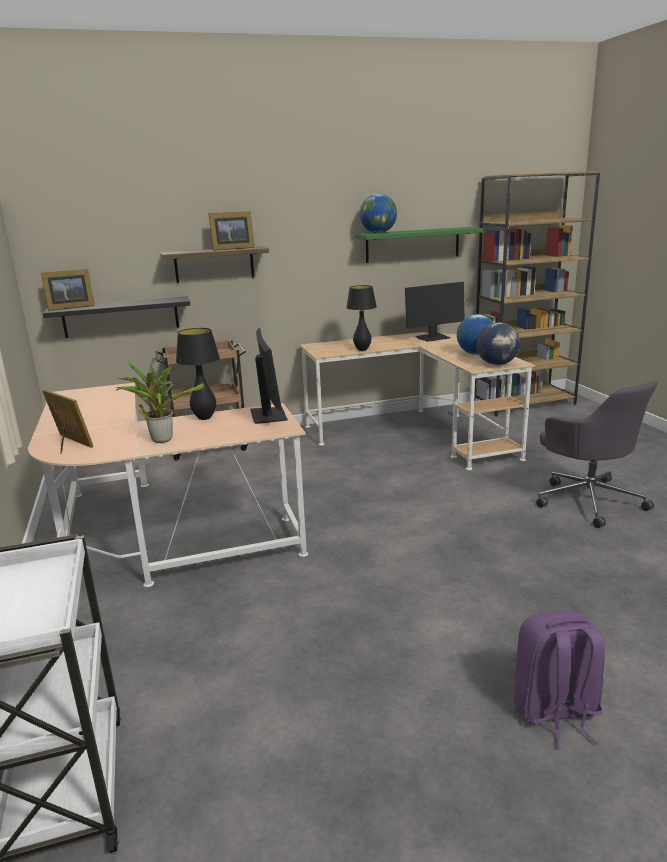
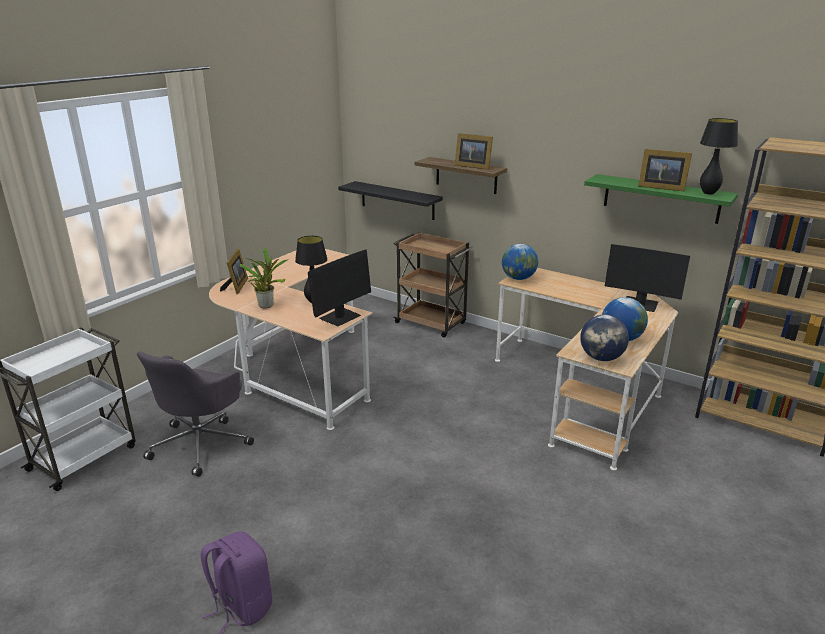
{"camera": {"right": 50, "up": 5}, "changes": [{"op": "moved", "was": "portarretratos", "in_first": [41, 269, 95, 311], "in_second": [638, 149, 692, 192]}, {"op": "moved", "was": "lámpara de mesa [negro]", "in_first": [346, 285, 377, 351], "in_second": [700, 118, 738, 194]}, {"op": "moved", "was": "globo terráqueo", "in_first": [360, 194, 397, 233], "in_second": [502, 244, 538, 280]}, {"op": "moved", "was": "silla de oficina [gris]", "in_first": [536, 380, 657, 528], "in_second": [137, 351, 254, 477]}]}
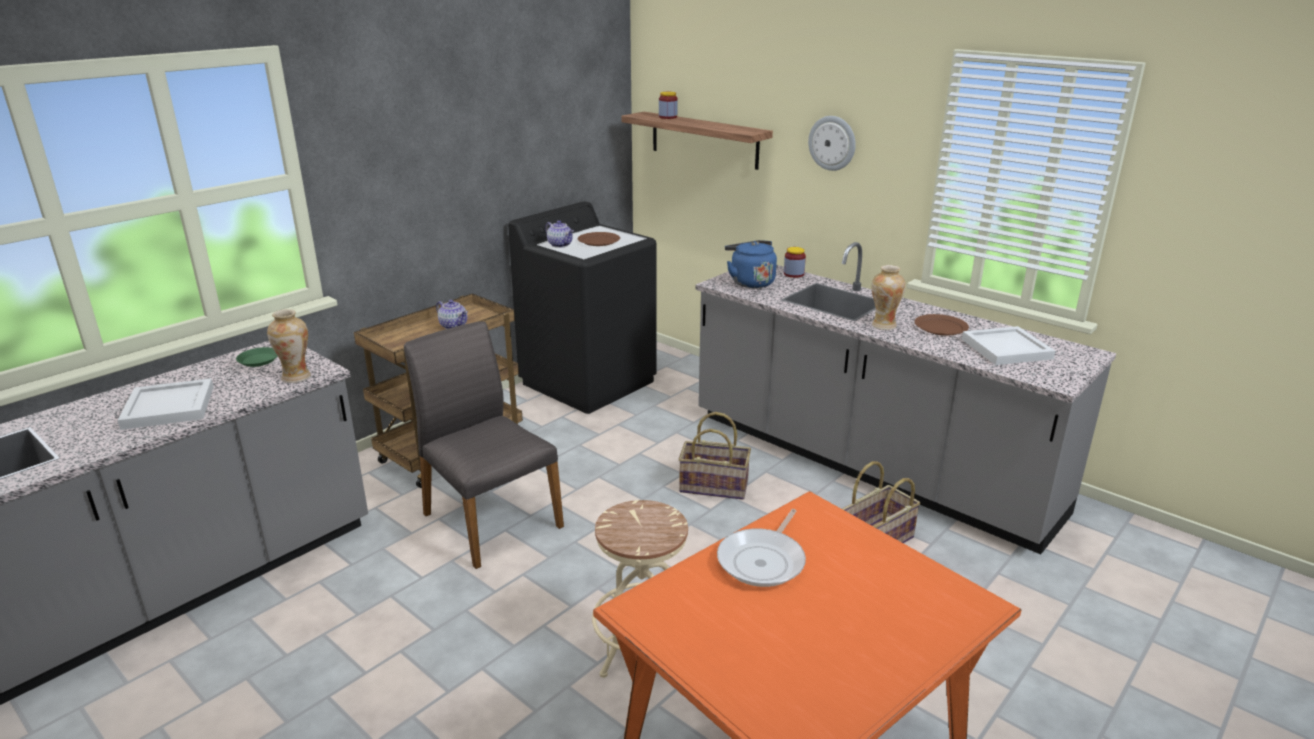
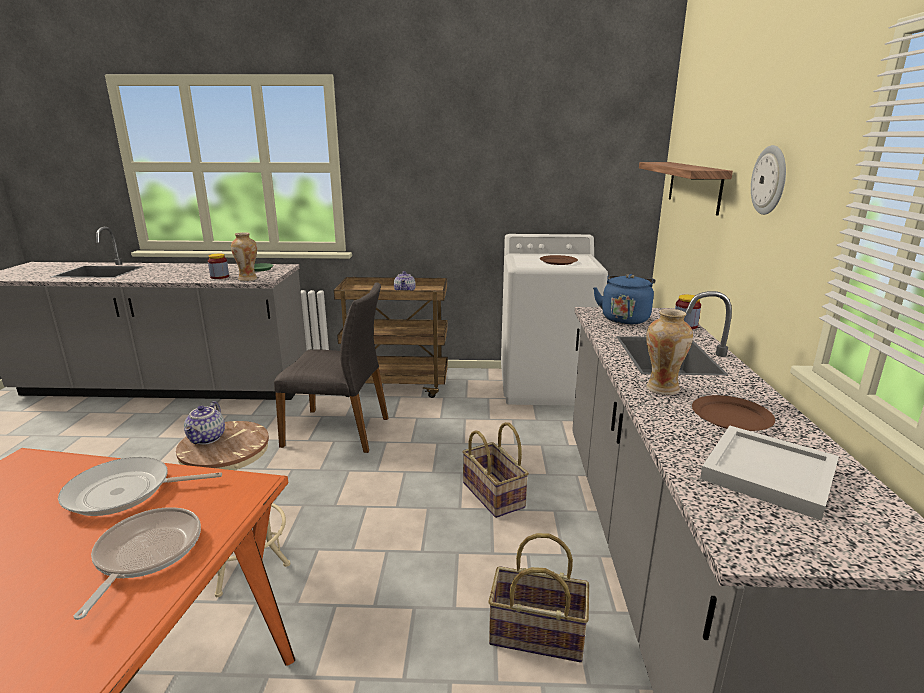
{"camera": {"right": 50, "up": -5}, "changes": [{"op": "removed", "was": "bandeja [blanco]", "in_first": [117, 378, 214, 430]}, {"op": "turned", "was": "silla [gris]", "in_first": [404, 321, 564, 569], "in_second": [274, 282, 388, 453], "clockwise": 90}, {"op": "recoloured", "was": "lavadora [negro]", "now": "lavadora [blanco]", "in_first": [508, 201, 656, 414], "in_second": [501, 234, 608, 406]}, {"op": "moved", "was": "tetera", "in_first": [545, 220, 574, 248], "in_second": [184, 401, 225, 445]}, {"op": "moved", "was": "tarro", "in_first": [659, 92, 678, 119], "in_second": [208, 254, 229, 279]}, {"op": "added", "now": "sartén", "in_second": [73, 507, 201, 620]}]}
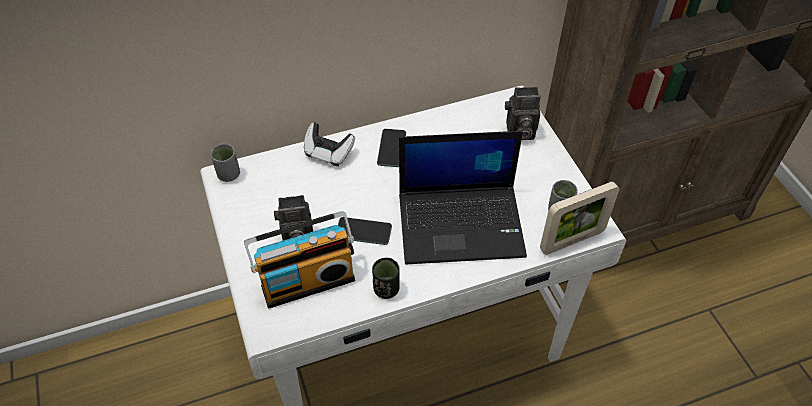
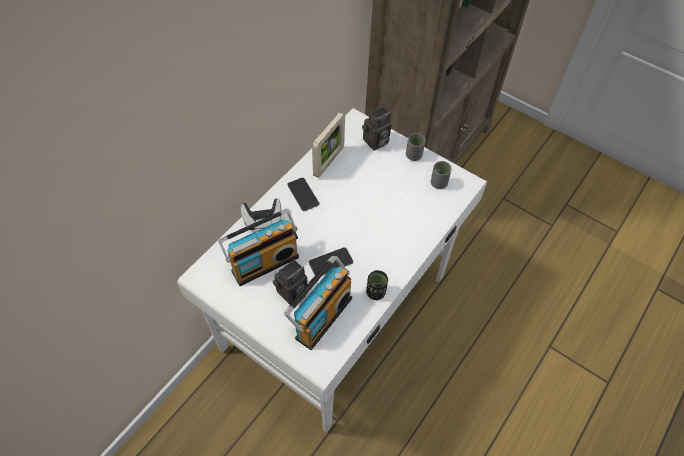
{"camera": {"right": -35, "up": 5}, "changes": [{"op": "moved", "was": "taza [gris]", "in_first": [211, 144, 240, 182], "in_second": [406, 133, 426, 161]}, {"op": "removed", "was": "portátil", "in_first": [399, 131, 527, 265]}, {"op": "moved", "was": "portarretratos", "in_first": [540, 182, 619, 255], "in_second": [312, 112, 345, 178]}, {"op": "added", "now": "radio", "in_second": [218, 209, 299, 286]}]}
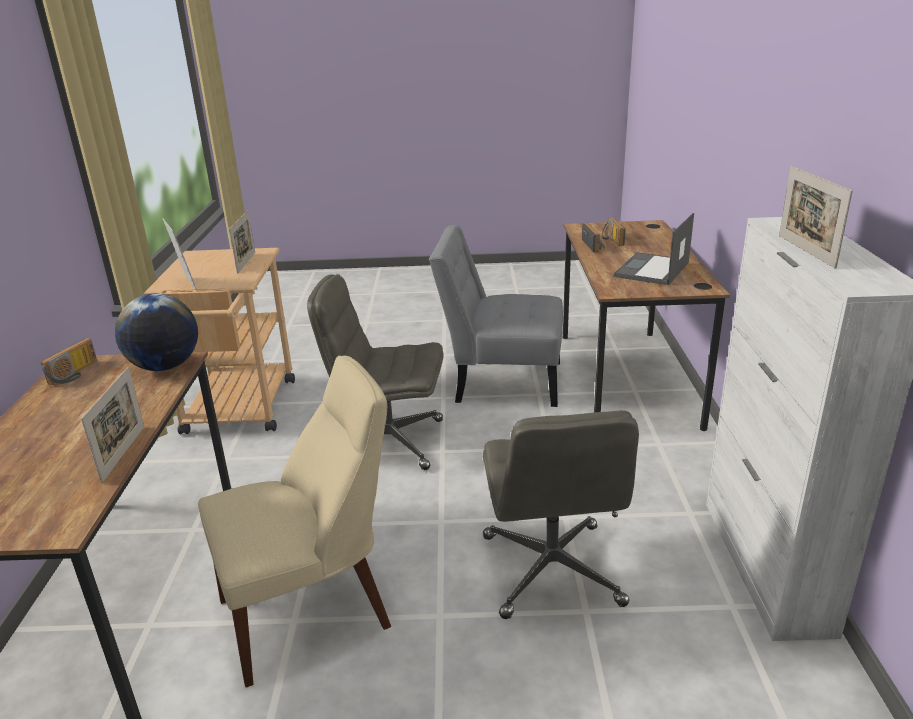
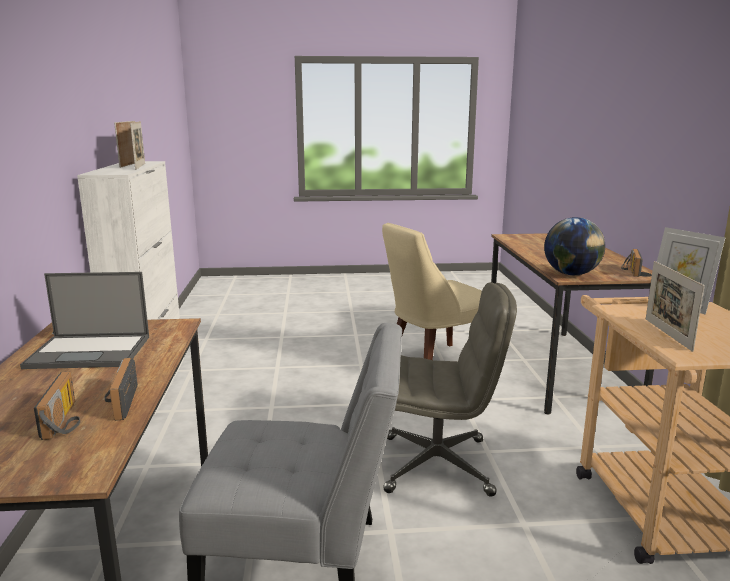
{"camera": {"right": 175, "up": -10}, "changes": [{"op": "moved", "was": "portarretratos", "in_first": [81, 367, 144, 483], "in_second": [114, 121, 135, 168]}, {"op": "removed", "was": "silla de oficina [gris]", "in_first": [483, 410, 639, 619]}, {"op": "turned", "was": "portátil", "in_first": [614, 213, 694, 285], "in_second": [20, 272, 149, 369], "clockwise": 60}]}
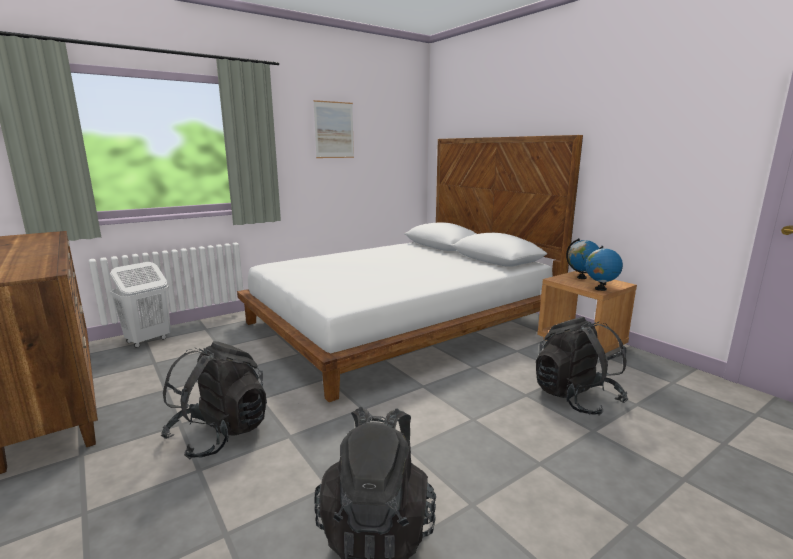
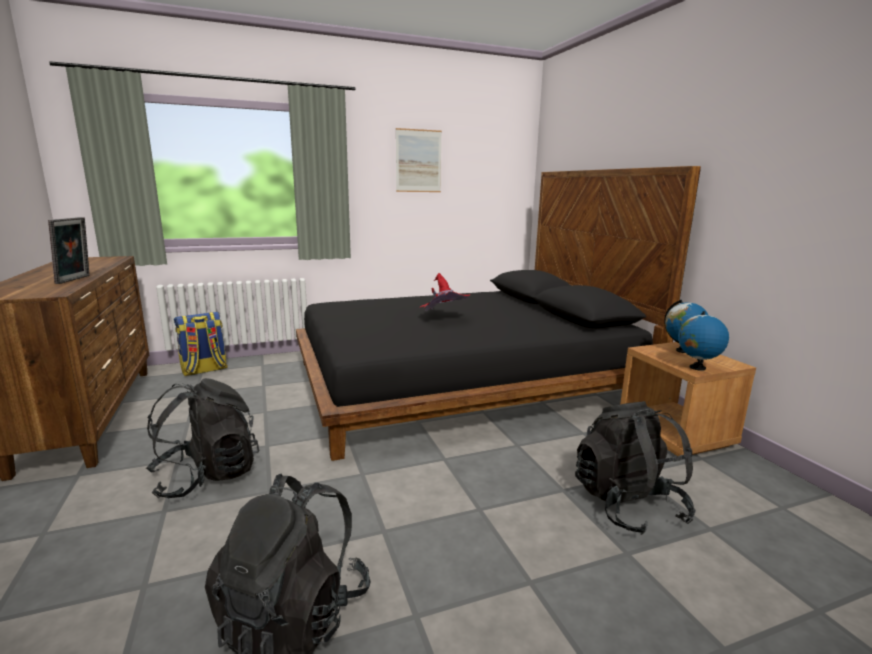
{"camera": {"right": 15, "up": 0}, "changes": [{"op": "replaced", "was": "cesto de la ropa [blanco]", "now": "mochila", "in_first": [110, 262, 171, 348], "in_second": [174, 312, 228, 376]}, {"op": "recoloured", "was": "cama [blanco]", "now": "cama [negro]", "in_first": [237, 135, 583, 402], "in_second": [296, 166, 701, 461]}, {"op": "added", "now": "portarretratos", "in_second": [48, 217, 90, 284]}, {"op": "added", "now": "sombrero [rojo]", "in_second": [420, 273, 470, 311]}]}
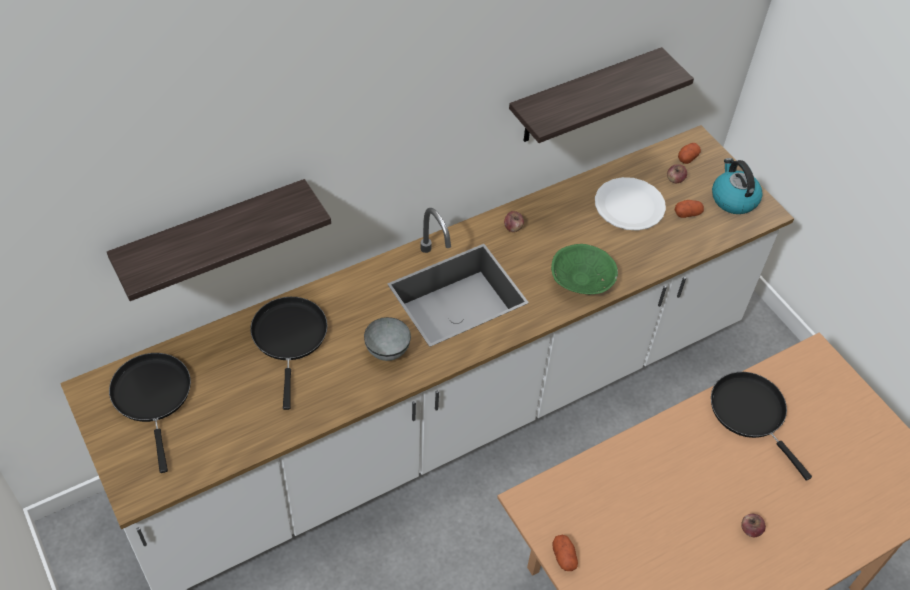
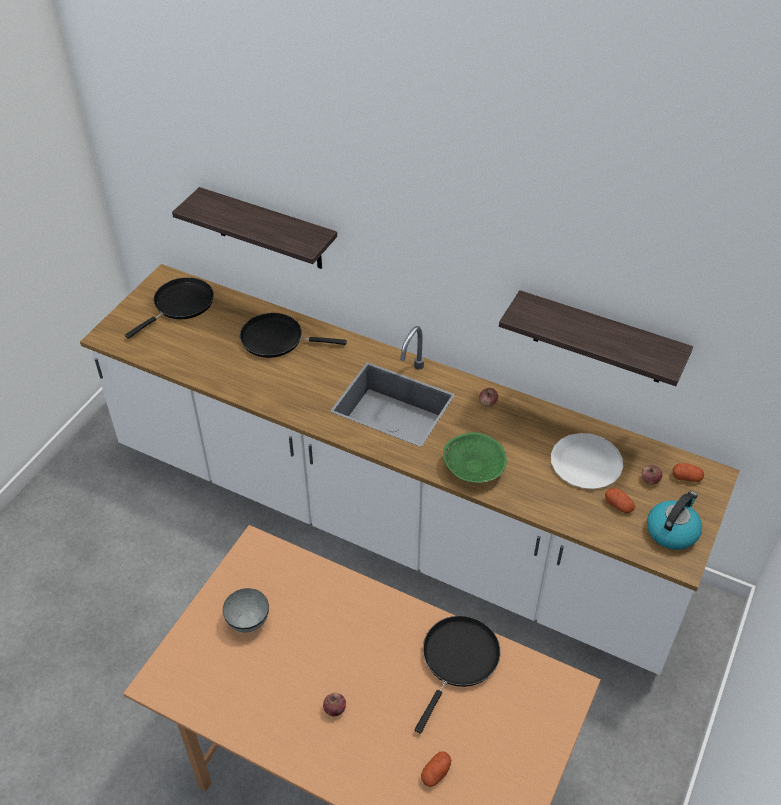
{"camera": {"right": 60, "up": -5}, "changes": [{"op": "turned", "was": "sartén [negro]", "in_first": [250, 297, 328, 410], "in_second": [240, 313, 347, 358], "clockwise": -135}, {"op": "moved", "was": "cuenco [gris]", "in_first": [364, 317, 411, 361], "in_second": [223, 588, 269, 633]}, {"op": "moved", "was": "patata", "in_first": [552, 535, 578, 571], "in_second": [421, 751, 451, 787]}]}
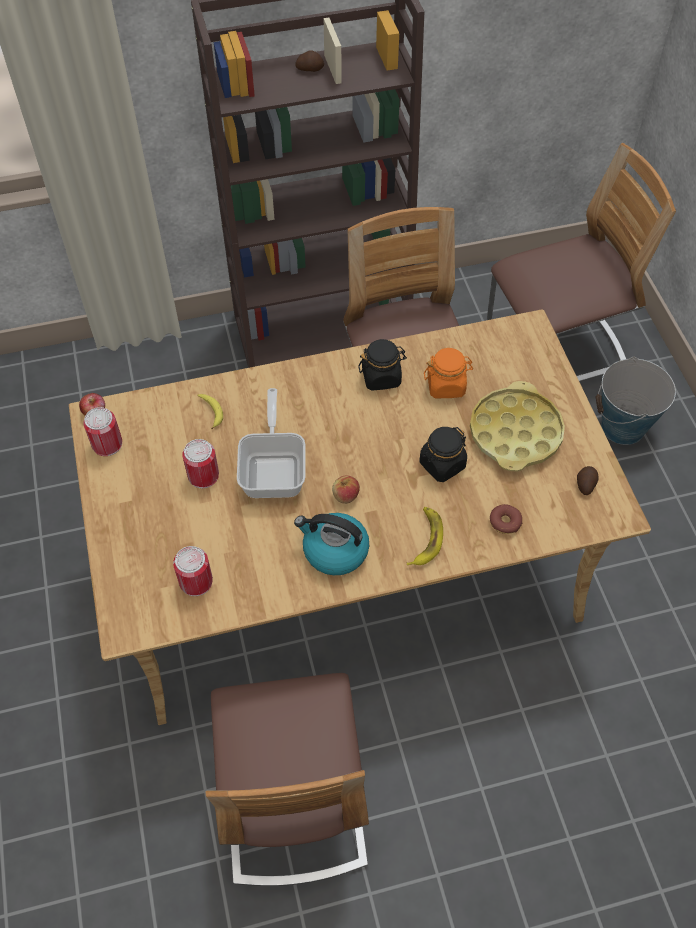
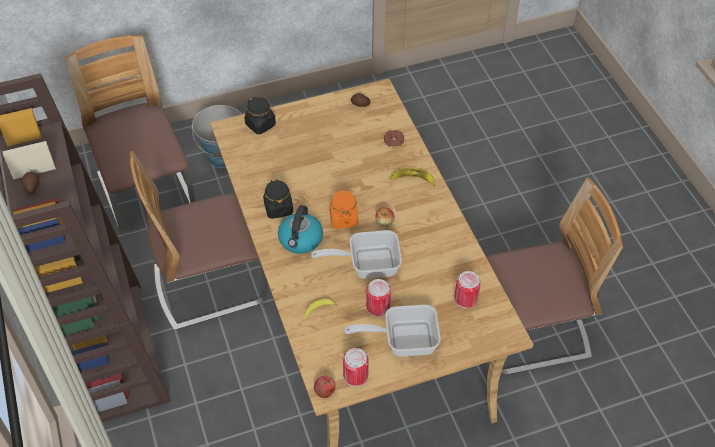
{"camera": {"right": -95, "up": -5}, "changes": [{"op": "moved", "was": "hervidor", "in_first": [294, 513, 369, 575], "in_second": [278, 205, 323, 254]}, {"op": "moved", "was": "tarro [negro]", "in_first": [419, 427, 467, 482], "in_second": [245, 97, 276, 134]}, {"op": "moved", "was": "tarro [naranja]", "in_first": [424, 348, 473, 398], "in_second": [329, 189, 358, 229]}, {"op": "removed", "was": "bandeja [amarillo]", "in_first": [470, 381, 565, 471]}, {"op": "added", "now": "sartén", "in_second": [344, 305, 441, 357]}]}
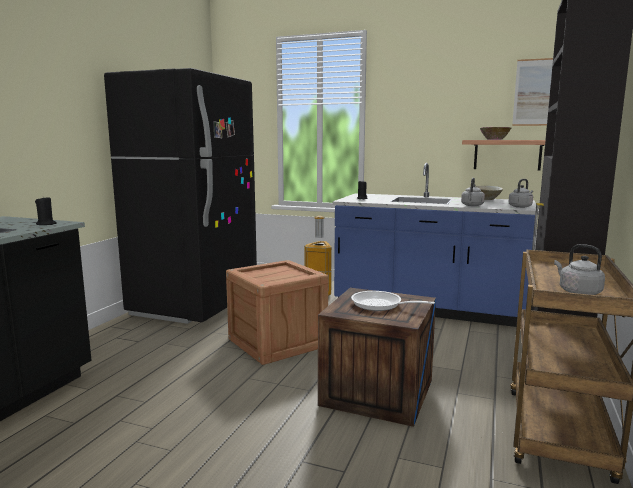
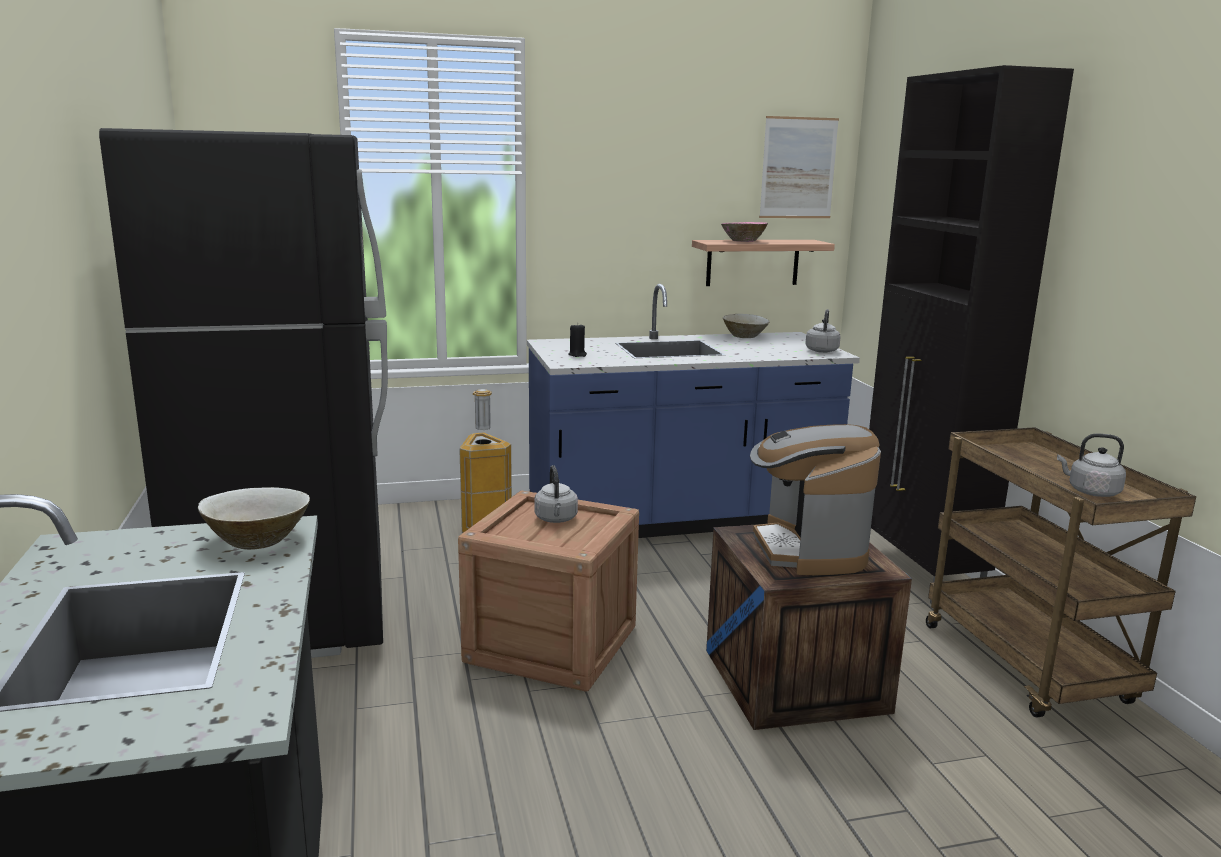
{"camera": {"right": -35, "up": 5}, "changes": [{"op": "replaced", "was": "vela [negro]", "now": "cuenco [beis]", "in_first": [35, 197, 57, 225], "in_second": [198, 487, 310, 550]}, {"op": "replaced", "was": "sartén", "now": "cafetera", "in_first": [351, 291, 435, 311], "in_second": [750, 424, 881, 575]}, {"op": "moved", "was": "hervidor [gris]", "in_first": [461, 178, 485, 206], "in_second": [534, 465, 578, 523]}]}
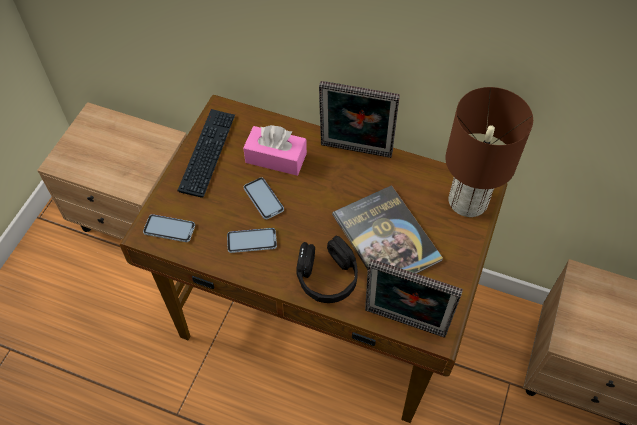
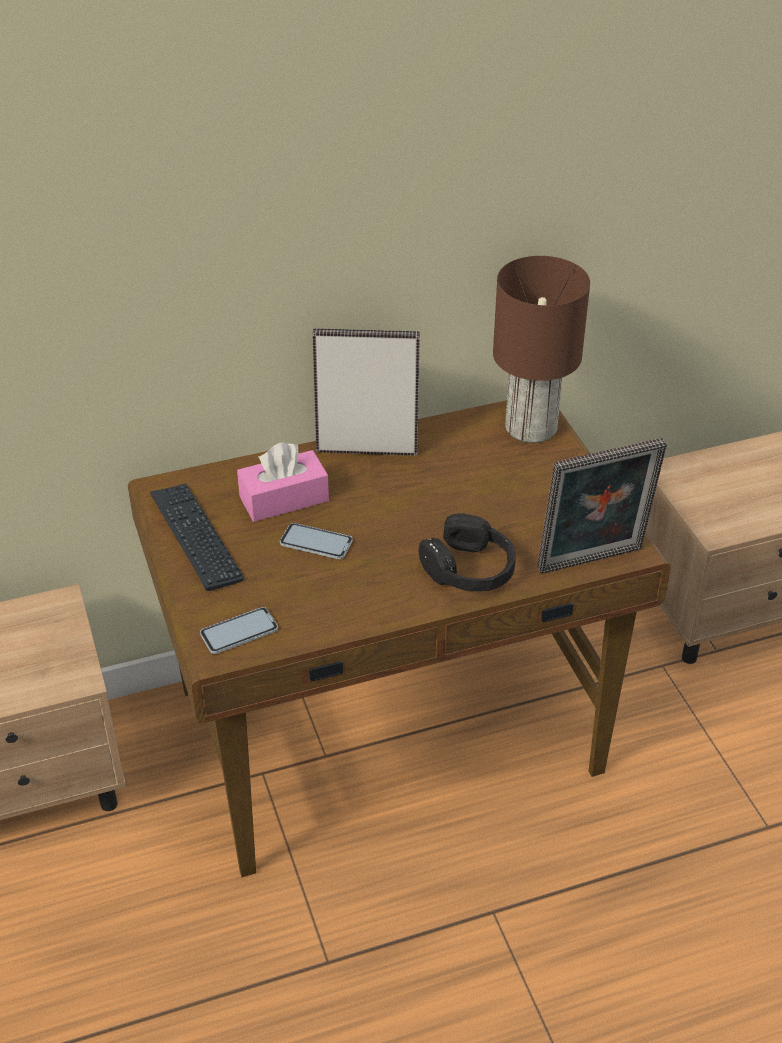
{"camera": {"right": -40, "up": -15}, "changes": [{"op": "removed", "was": "móvil", "in_first": [227, 228, 277, 253]}, {"op": "turned", "was": "portarretratos", "in_first": [319, 81, 400, 158], "in_second": [313, 328, 420, 456], "clockwise": -150}, {"op": "removed", "was": "libro", "in_first": [332, 185, 443, 274]}]}
